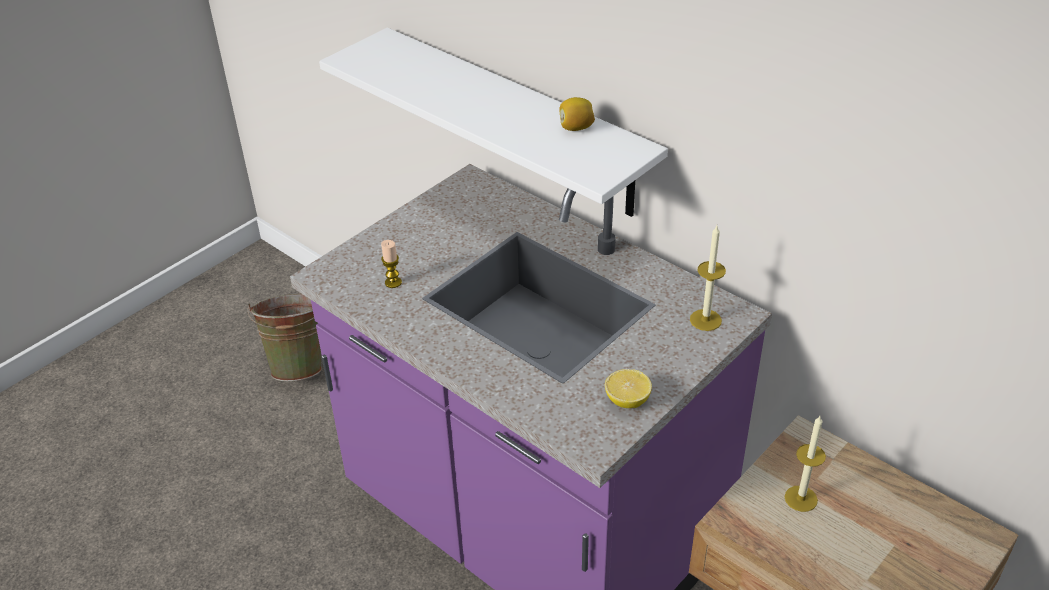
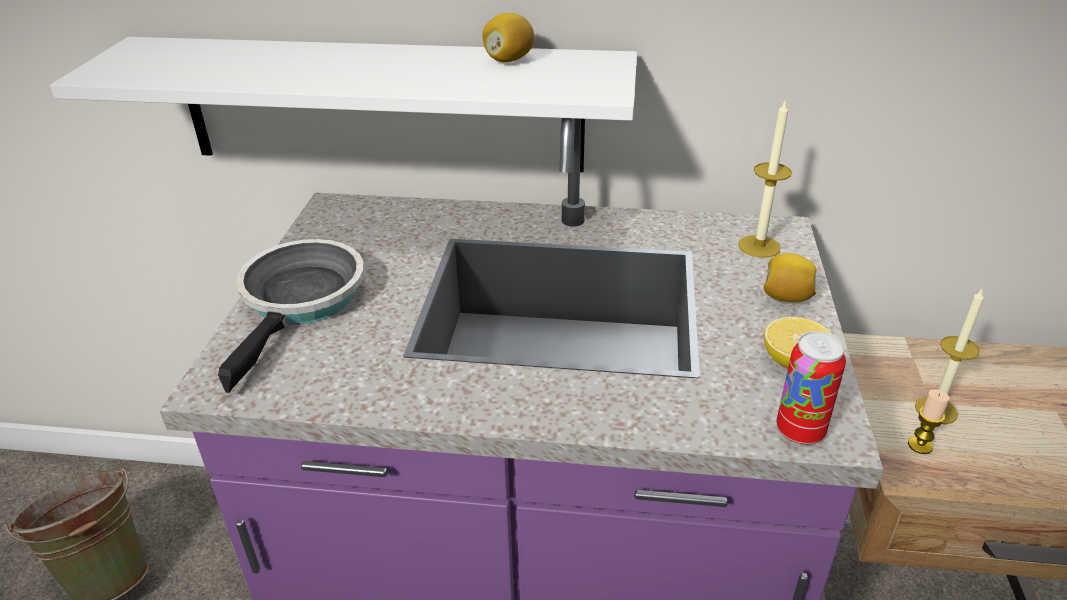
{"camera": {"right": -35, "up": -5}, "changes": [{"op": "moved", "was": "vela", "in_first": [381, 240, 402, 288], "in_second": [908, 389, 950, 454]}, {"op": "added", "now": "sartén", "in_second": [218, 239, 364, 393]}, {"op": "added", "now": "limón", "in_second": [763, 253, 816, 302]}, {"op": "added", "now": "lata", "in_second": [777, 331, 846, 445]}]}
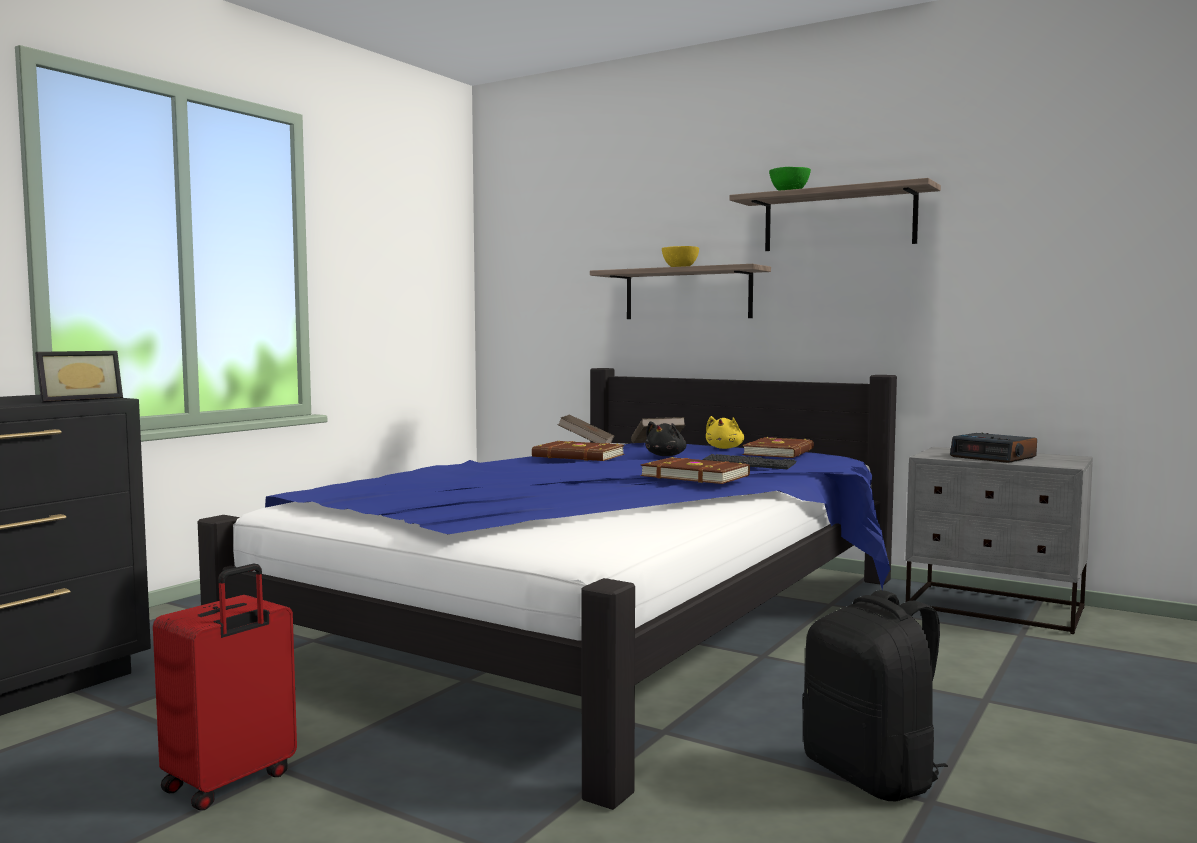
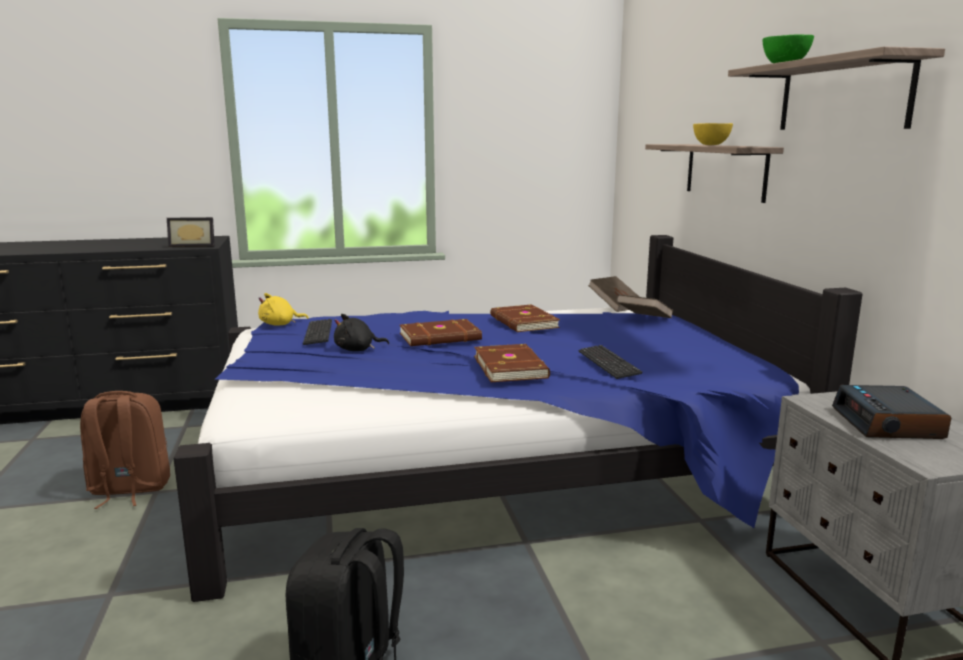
{"camera": {"right": 45, "up": 10}, "changes": [{"op": "replaced", "was": "maleta [rojo]", "now": "mochila [marrón]", "in_first": [153, 564, 297, 810], "in_second": [80, 391, 170, 509]}, {"op": "moved", "was": "peluche [negro]", "in_first": [645, 421, 686, 456], "in_second": [334, 314, 389, 351]}, {"op": "moved", "was": "peluche [amarillo]", "in_first": [706, 416, 744, 449], "in_second": [258, 293, 309, 325]}, {"op": "moved", "was": "libro [marrón]", "in_first": [742, 437, 814, 458], "in_second": [400, 319, 482, 346]}, {"op": "added", "now": "teclado", "in_second": [303, 319, 332, 345]}]}
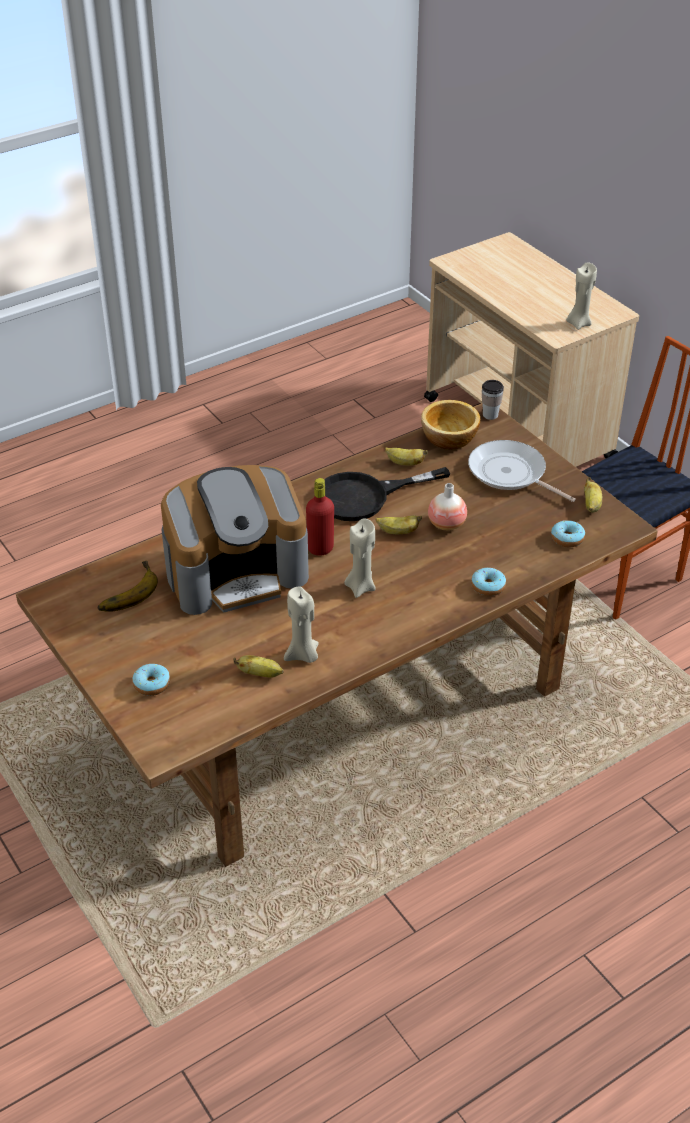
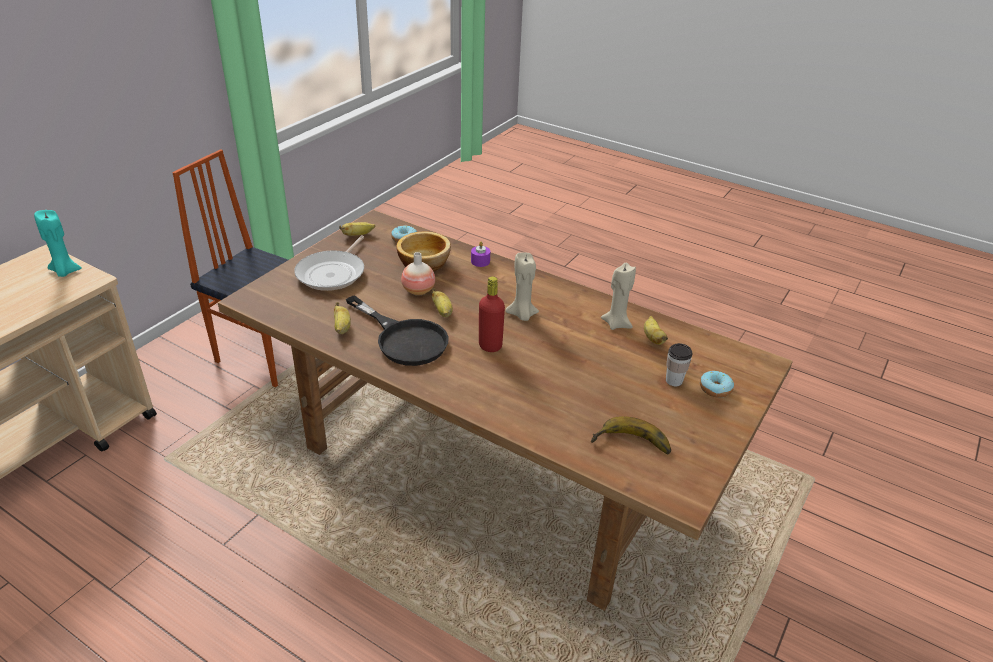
{"camera": {"right": -115, "up": -5}, "changes": [{"op": "removed", "was": "cafetera", "in_first": [161, 465, 309, 615]}, {"op": "moved", "was": "cuenco", "in_first": [421, 400, 480, 450], "in_second": [397, 231, 451, 272]}, {"op": "replaced", "was": "rosquilla", "now": "vela [morado]", "in_first": [471, 568, 506, 596], "in_second": [471, 242, 490, 267]}, {"op": "moved", "was": "taza", "in_first": [482, 380, 504, 420], "in_second": [666, 343, 693, 386]}, {"op": "recoloured", "was": "vela [beis]", "now": "vela [turquesa]", "in_first": [567, 262, 597, 330], "in_second": [34, 210, 82, 277]}]}
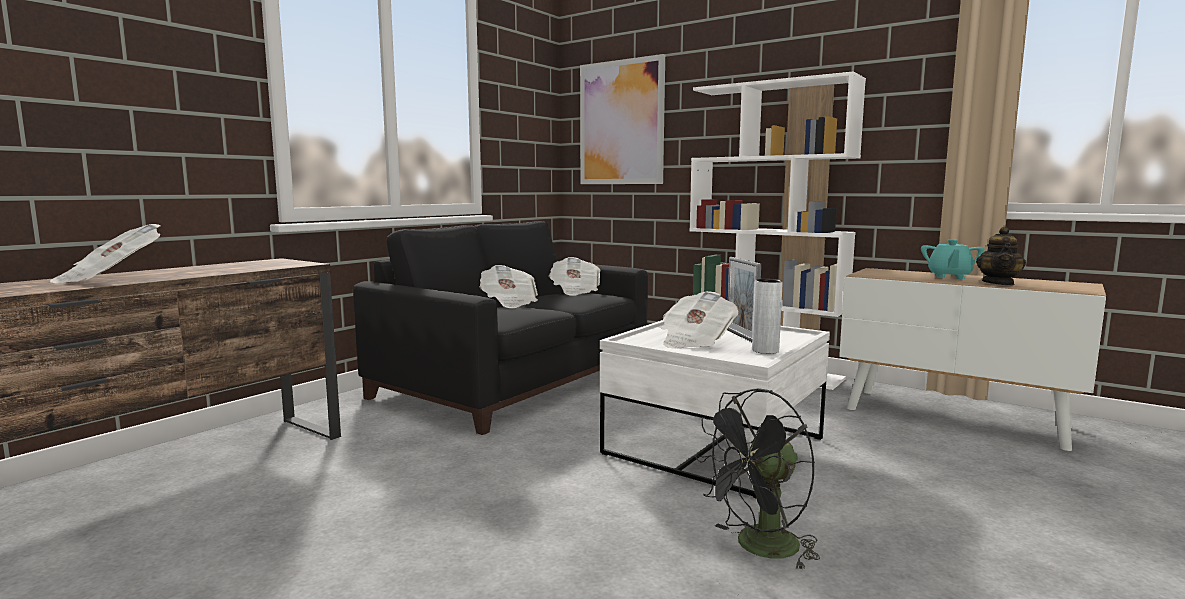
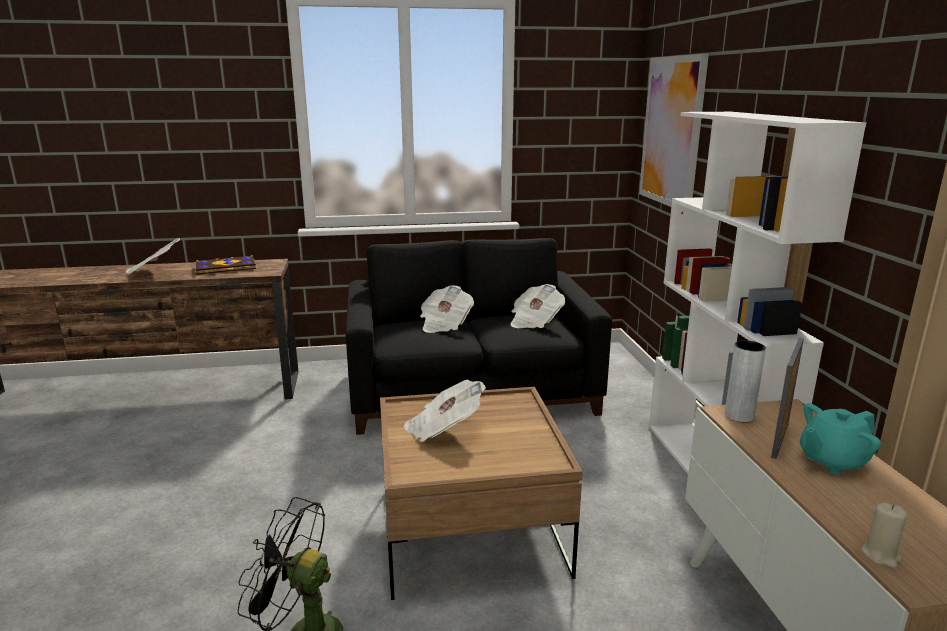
{"camera": {"right": 45, "up": 10}, "changes": [{"op": "recoloured", "was": "mesa de centro [blanco]", "now": "mesa de centro [marrón]", "in_first": [600, 320, 830, 498], "in_second": [380, 387, 583, 600]}, {"op": "moved", "was": "portarretratos", "in_first": [727, 257, 761, 342], "in_second": [771, 338, 804, 459]}, {"op": "moved", "was": "florero [gris]", "in_first": [752, 279, 783, 354], "in_second": [725, 340, 766, 422]}, {"op": "removed", "was": "tetera", "in_first": [976, 227, 1026, 285]}, {"op": "added", "now": "libro", "in_second": [196, 255, 256, 275]}, {"op": "added", "now": "vela [beis]", "in_second": [862, 503, 907, 568]}]}
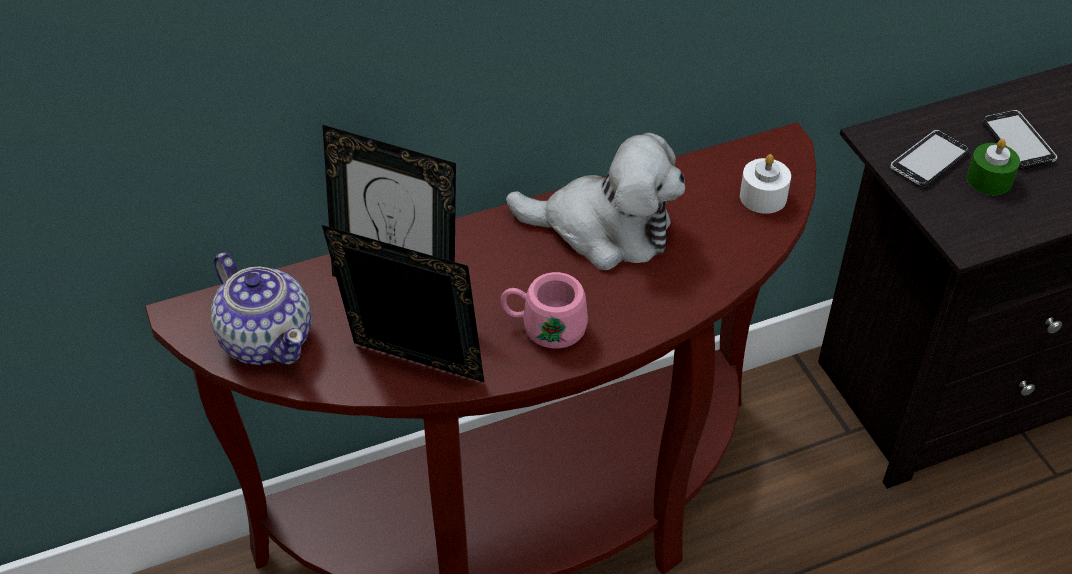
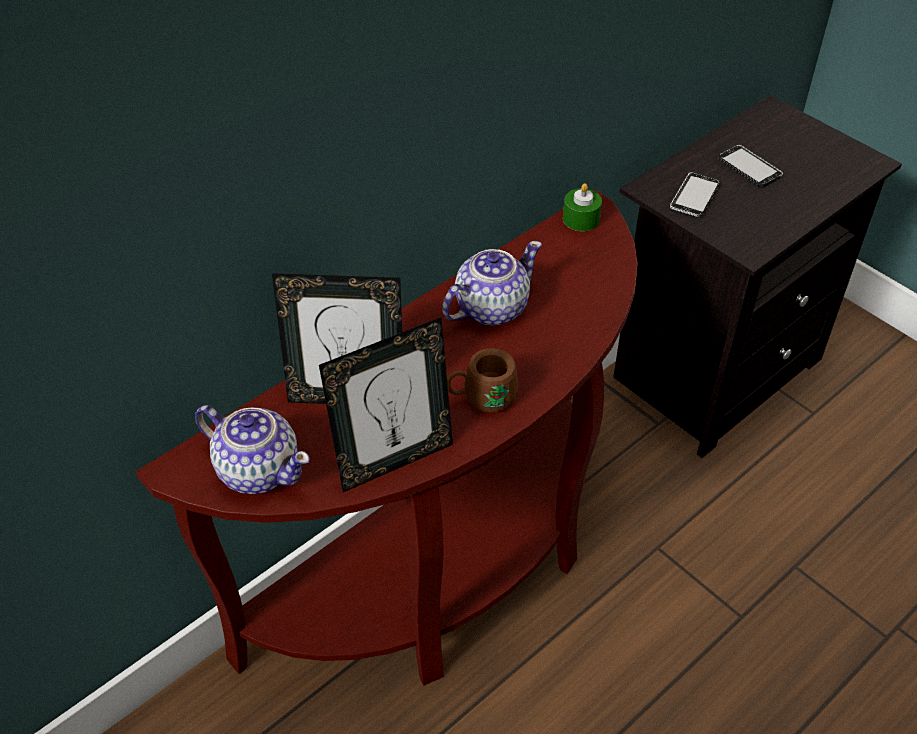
{"camera": {"right": -20, "up": 0}, "changes": [{"op": "turned", "was": "portarretratos", "in_first": [322, 225, 484, 382], "in_second": [319, 317, 453, 492], "clockwise": 150}, {"op": "recoloured", "was": "taza grande [rosa]", "now": "taza grande [marrón]", "in_first": [501, 272, 588, 348], "in_second": [447, 348, 518, 412]}, {"op": "replaced", "was": "peluche", "now": "tetera", "in_first": [506, 133, 685, 270], "in_second": [442, 241, 542, 325]}, {"op": "removed", "was": "vela [blanco]", "in_first": [740, 154, 791, 214]}, {"op": "moved", "was": "vela [verde]", "in_first": [967, 139, 1020, 195], "in_second": [563, 183, 602, 231]}]}
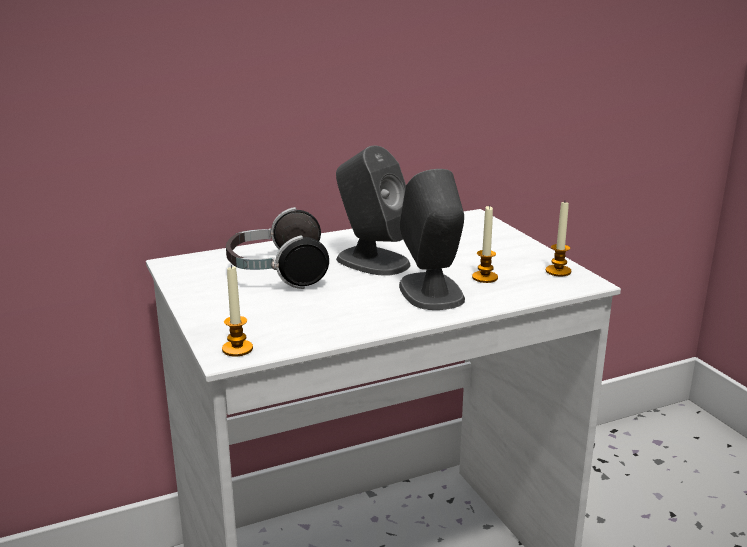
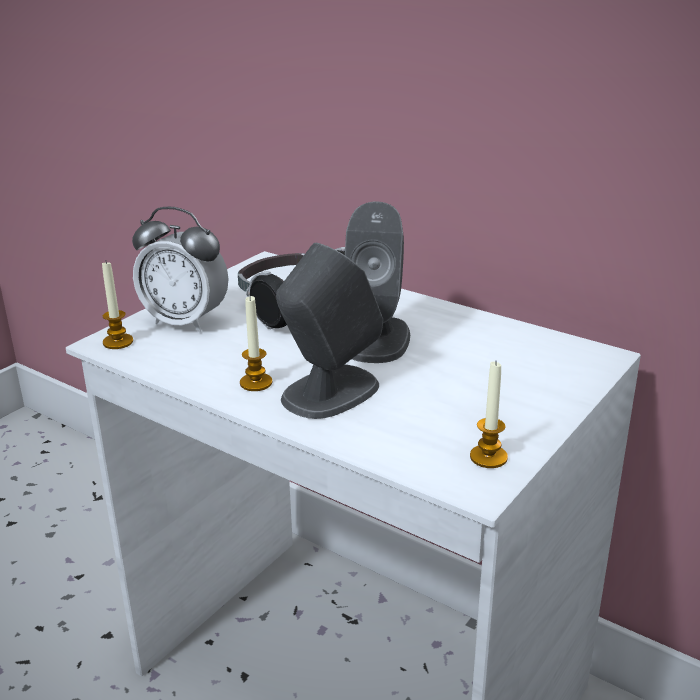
{"camera": {"right": 60, "up": 5}, "changes": [{"op": "moved", "was": "vela", "in_first": [472, 205, 498, 283], "in_second": [240, 296, 272, 391]}, {"op": "added", "now": "despertador", "in_second": [132, 207, 229, 332]}]}
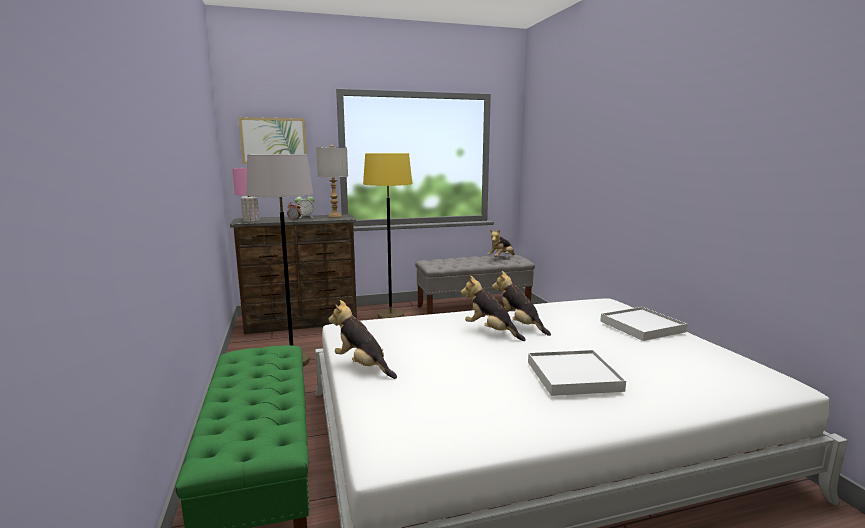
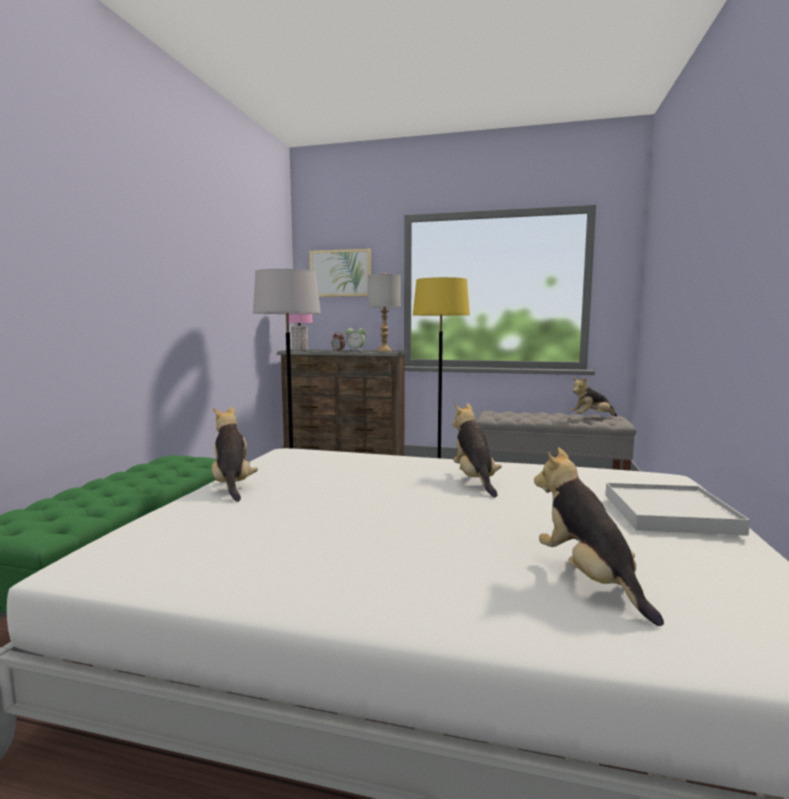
{"camera": {"right": 30, "up": -5}, "changes": [{"op": "moved", "was": "peluche", "in_first": [461, 275, 526, 341], "in_second": [534, 448, 664, 626]}, {"op": "removed", "was": "bandeja [blanco]", "in_first": [528, 350, 626, 396]}]}
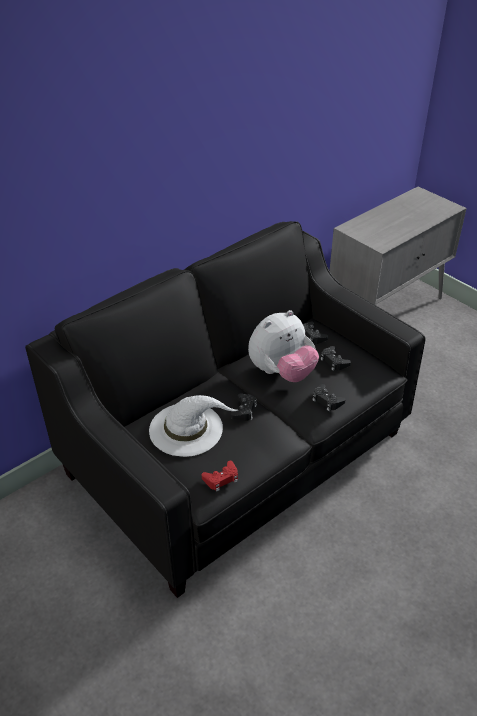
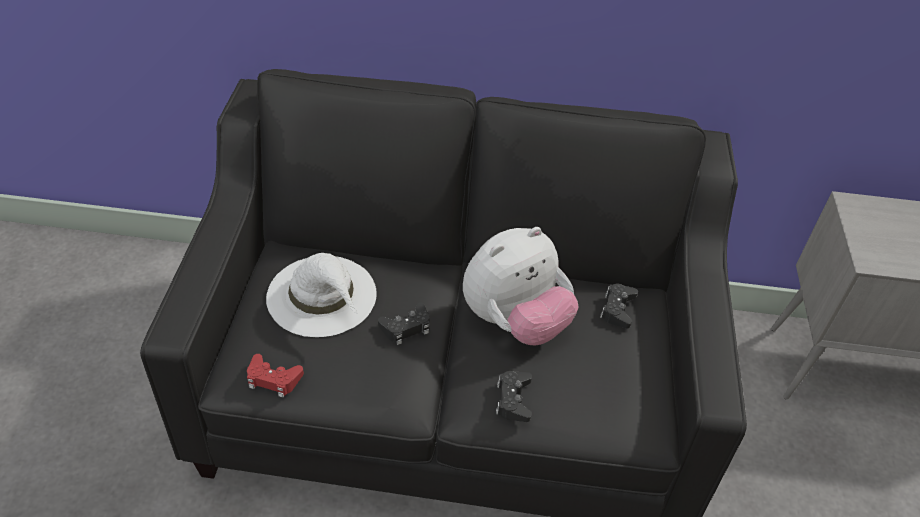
{"camera": {"right": 45, "up": 5}, "changes": [{"op": "turned", "was": "peluche", "in_first": [248, 310, 319, 382], "in_second": [463, 227, 579, 345], "clockwise": -45}, {"op": "removed", "was": "mando de consola [negro]", "in_first": [321, 346, 351, 371]}]}
